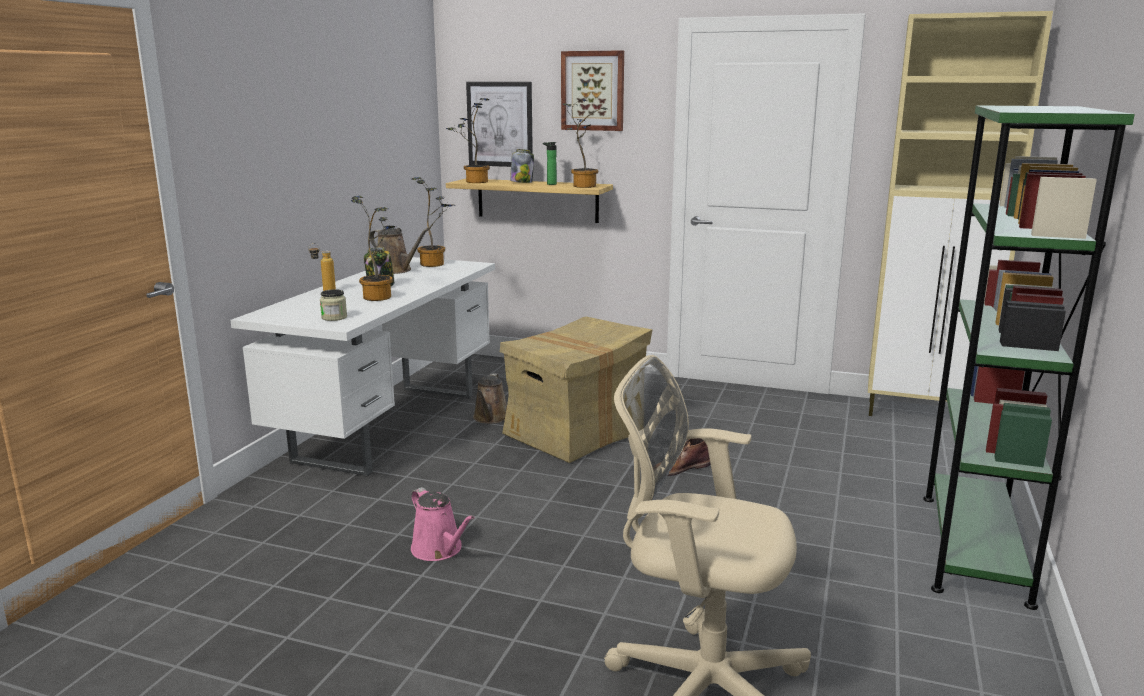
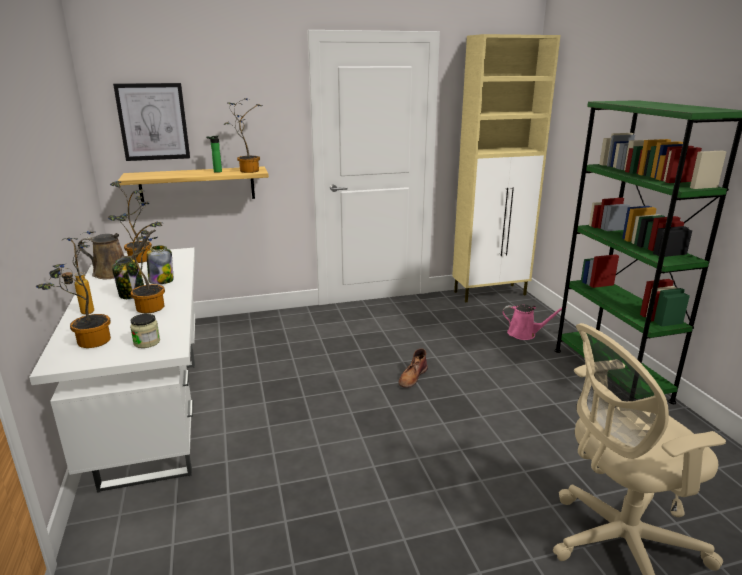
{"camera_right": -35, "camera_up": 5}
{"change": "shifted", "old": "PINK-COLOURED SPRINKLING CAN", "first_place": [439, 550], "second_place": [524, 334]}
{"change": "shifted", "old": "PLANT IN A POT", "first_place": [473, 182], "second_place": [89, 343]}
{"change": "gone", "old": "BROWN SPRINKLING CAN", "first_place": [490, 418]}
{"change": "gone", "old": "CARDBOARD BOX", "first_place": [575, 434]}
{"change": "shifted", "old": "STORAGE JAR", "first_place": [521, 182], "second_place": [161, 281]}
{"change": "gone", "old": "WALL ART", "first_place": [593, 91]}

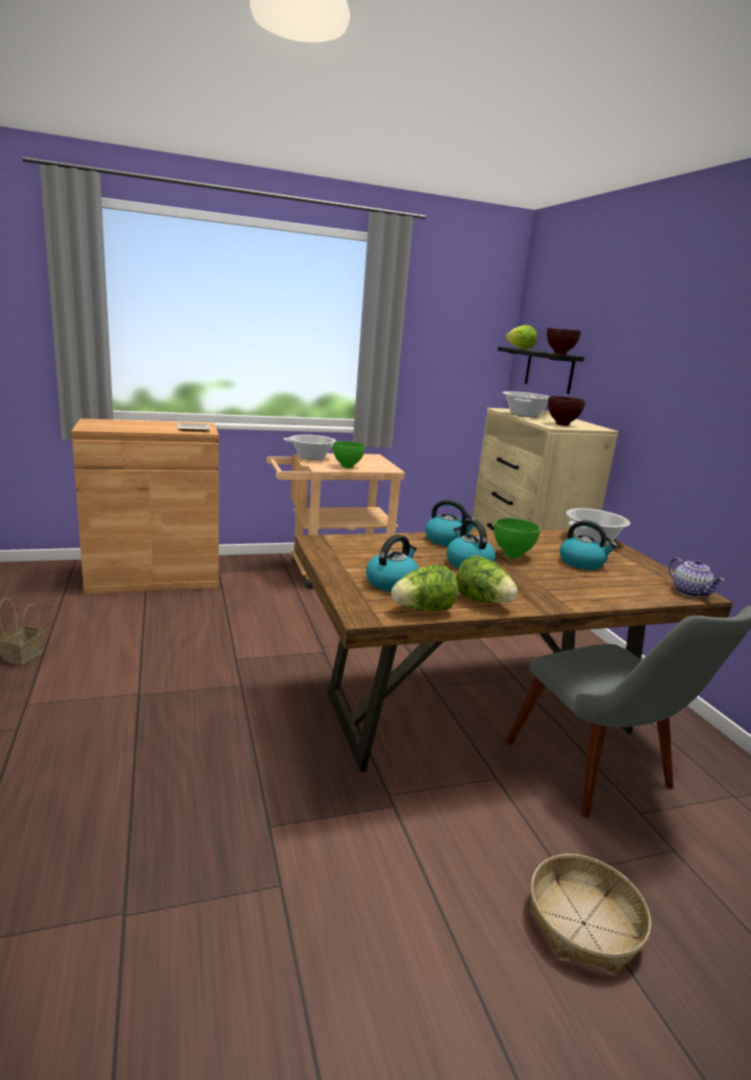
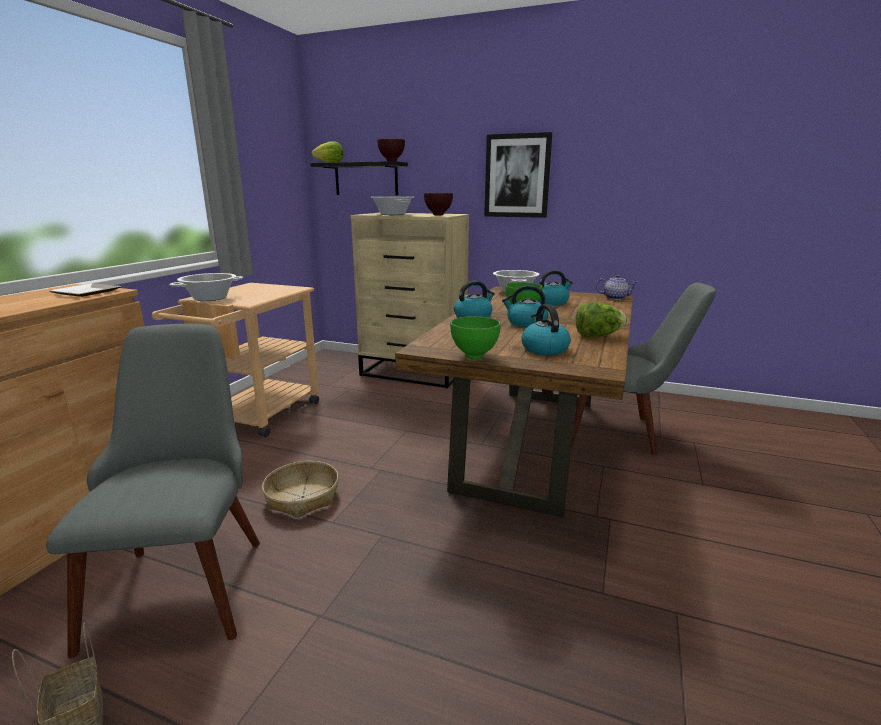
{"camera_right": -50, "camera_up": 0}
{"change": "shifted", "old": "GREENISH DEEP DISH", "first_place": [346, 467], "second_place": [473, 357]}
{"change": "gone", "old": "LETTUCE HEAD", "first_place": [423, 610]}
{"change": "shifted", "old": "BASKET", "first_place": [583, 924], "second_place": [302, 497]}
{"change": "new", "new": "GRAY CHAIR", "second_place": [186, 574]}
{"change": "new", "new": "WALL ART", "second_place": [517, 176]}

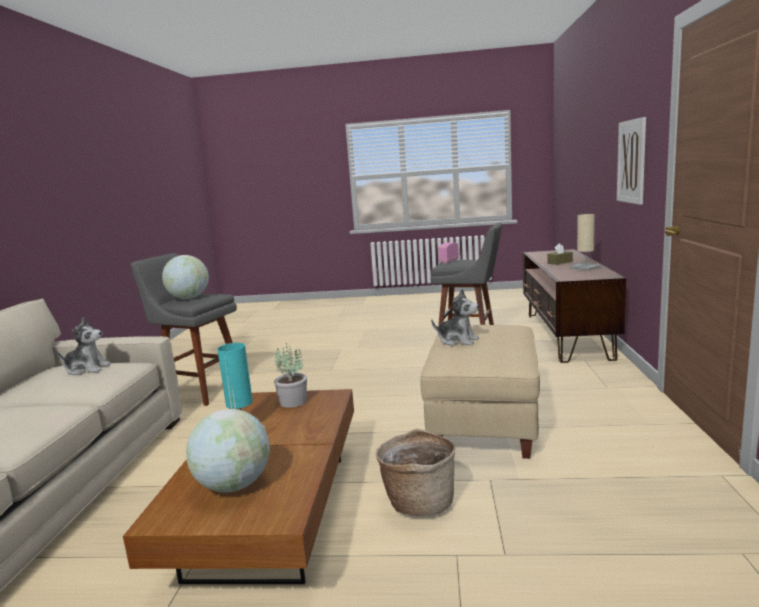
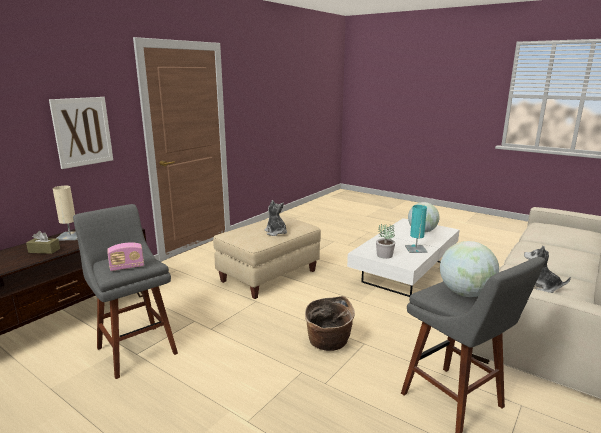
{"camera_right": -150, "camera_up": 5}
{"change": "repainted", "old": "BROWN COFFEE TABLE", "new": "WHITISH COFFEE TABLE", "first_place": [272, 512], "second_place": [405, 272]}
{"change": "shifted", "old": "BASKET", "first_place": [418, 501], "second_place": [328, 343]}

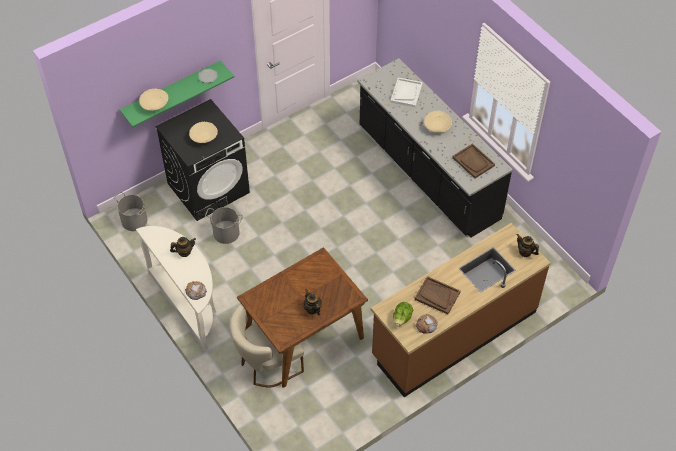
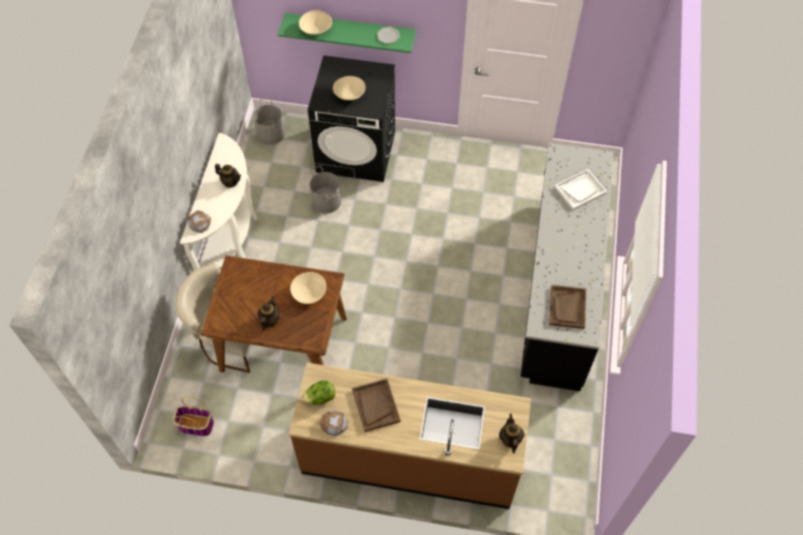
{"camera_right": 45, "camera_up": 5}
{"change": "shifted", "old": "SAND-COLOURED DEEP DISH", "first_place": [437, 126], "second_place": [309, 293]}
{"change": "new", "new": "BASKET", "second_place": [195, 425]}

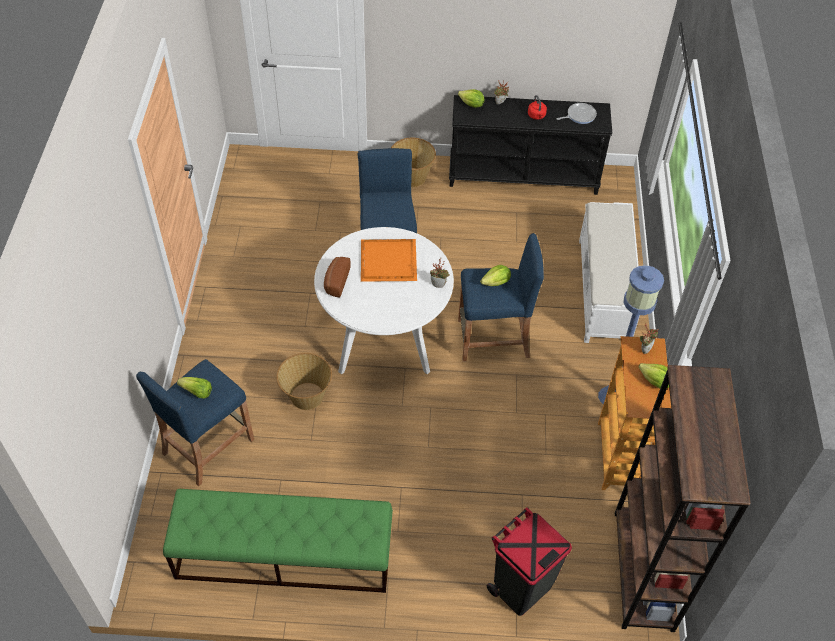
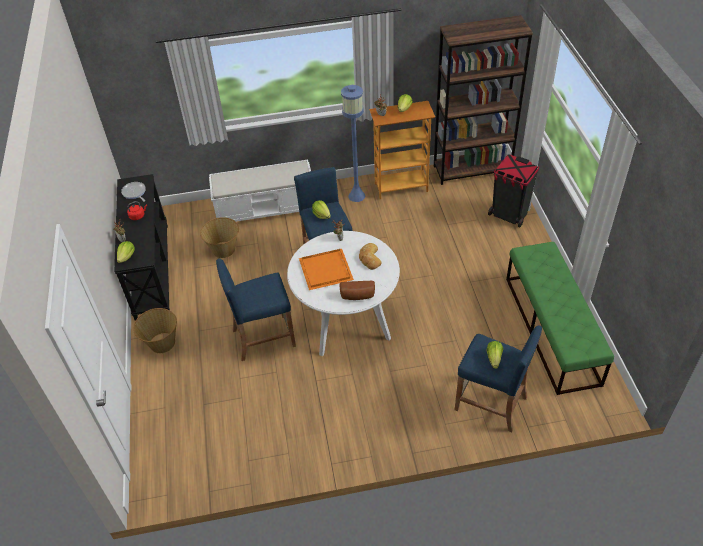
{"camera_right": -100, "camera_up": -5}
{"change": "shifted", "old": "BASKET", "first_place": [306, 396], "second_place": [224, 250]}
{"change": "new", "new": "BAKERY BREAD", "second_place": [369, 258]}

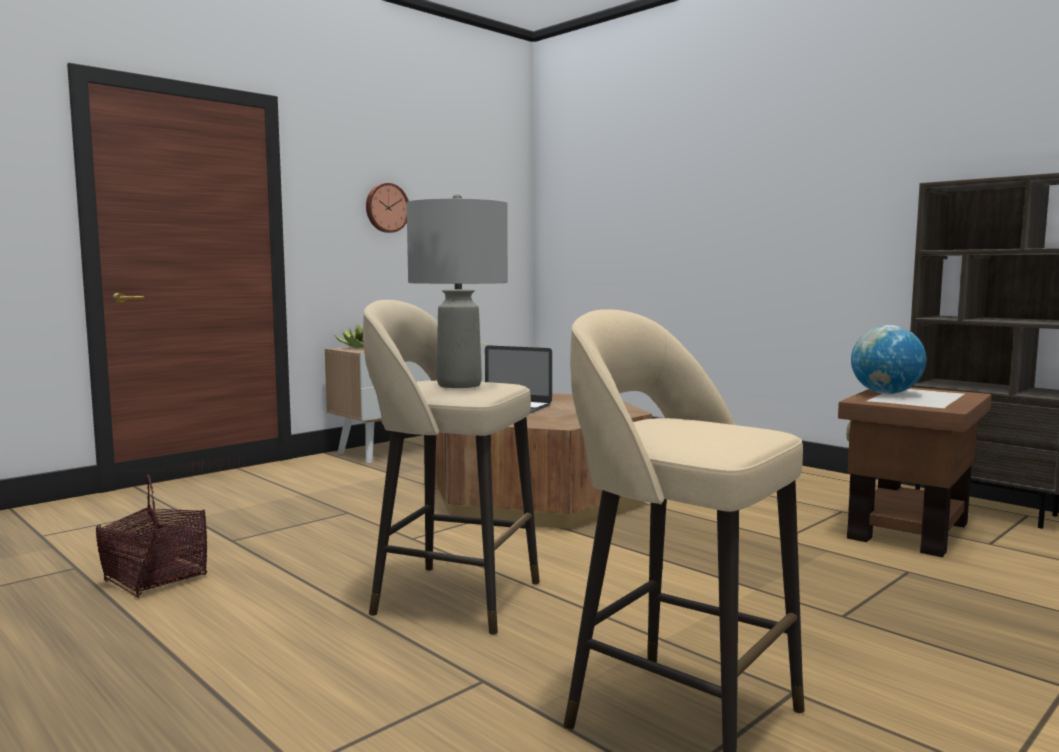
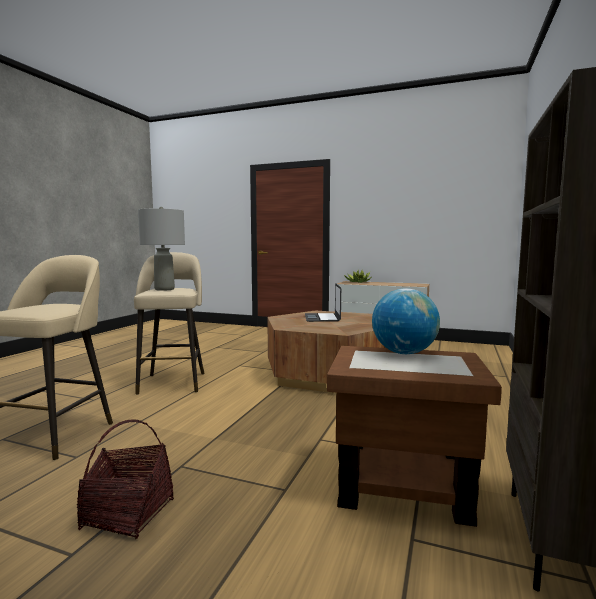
{"camera_right": 65, "camera_up": 0}
{"change": "shifted", "old": "BASKET", "first_place": [156, 579], "second_place": [129, 514]}
{"change": "gone", "old": "CLOCK ON THE WALL", "first_place": [386, 208]}

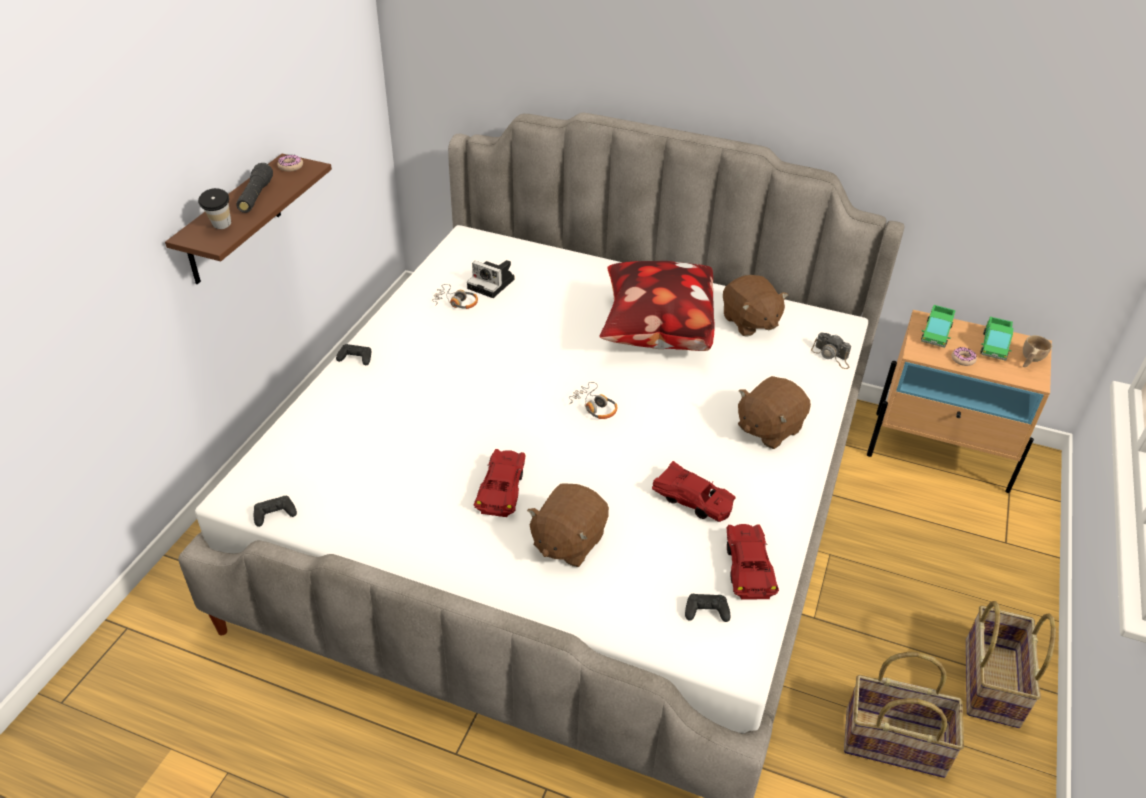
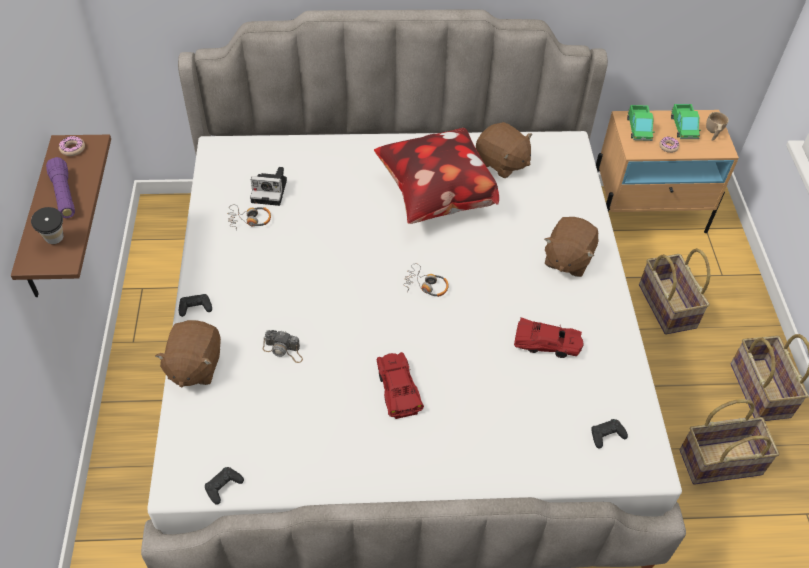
{"camera_right": -25, "camera_up": 10}
{"change": "repainted", "old": "BLACKISH FLASHLIGHT", "new": "PURPLISH FLASHLIGHT", "first_place": [256, 197], "second_place": [64, 195]}
{"change": "shifted", "old": "BROWN SOFT TOY", "first_place": [568, 541], "second_place": [194, 366]}
{"change": "gone", "old": "REDDISH TOY CAR", "first_place": [748, 567]}
{"change": "shifted", "old": "STILL CAMERA", "first_place": [831, 356], "second_place": [284, 350]}
{"change": "new", "new": "BASKET", "second_place": [665, 306]}

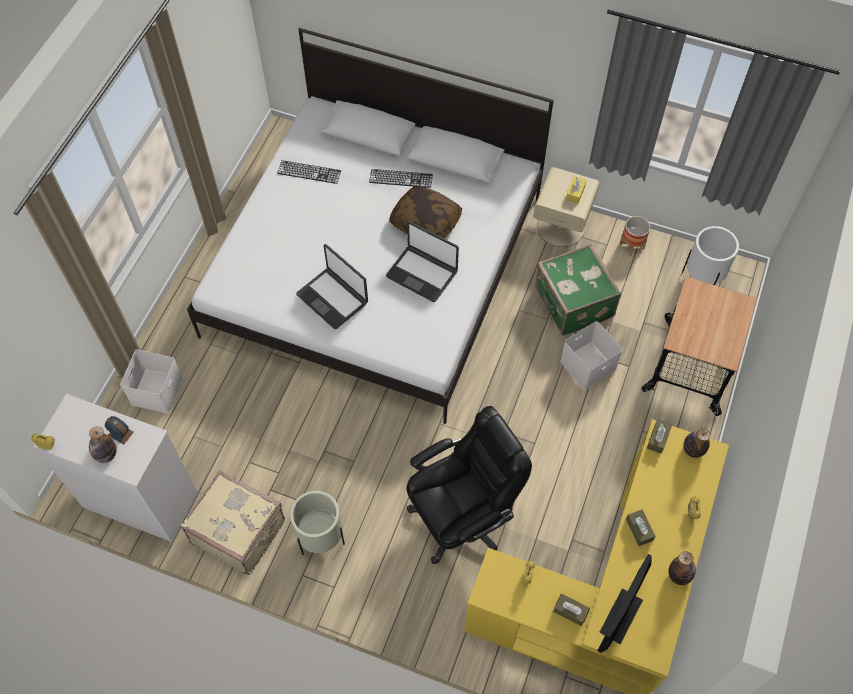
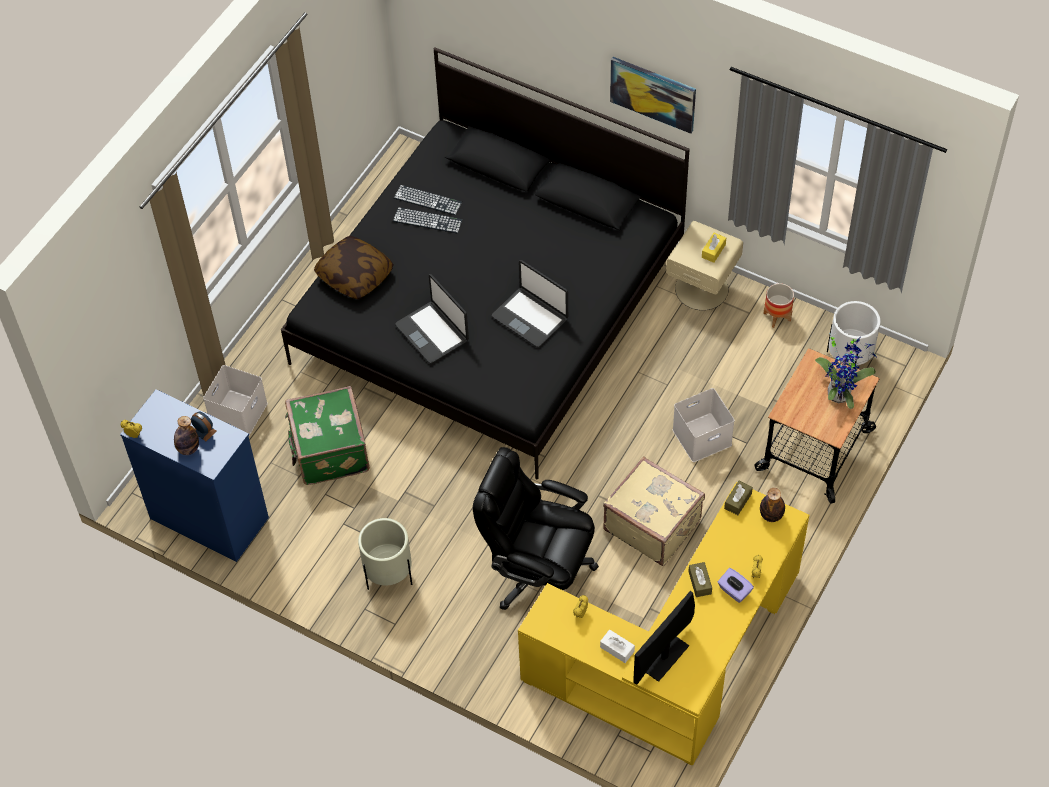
{"camera_right": 10, "camera_up": -5}
{"change": "repainted", "old": "WHITISH DRAWER CHEST", "new": "BLUISH DRAWER CHEST", "first_place": [139, 499], "second_place": [208, 517]}
{"change": "shifted", "old": "SAND-COLOURED PIECE OF LUGGAGE", "first_place": [239, 530], "second_place": [652, 524]}
{"change": "repainted", "old": "WHITISH BEDROOM BED", "new": "BLACKISH BEDROOM BED", "first_place": [375, 266], "second_place": [489, 309]}
{"change": "shifted", "old": "KEYBOARD", "first_place": [401, 178], "second_place": [427, 220]}
{"change": "shifted", "old": "PILLOW", "first_place": [426, 222], "second_place": [355, 275]}
{"change": "rotated", "old": "BLACKISH DESK CHAIR", "first_place": [462, 517], "second_place": [538, 573], "degrees": -135}
{"change": "shifted", "old": "GREENISH PIECE OF LUGGAGE", "first_place": [572, 303], "second_place": [328, 451]}
{"change": "repainted", "old": "BROWN TISSUE BOX", "new": "WHITISH TISSUE BOX", "first_place": [570, 611], "second_place": [617, 649]}
{"change": "gone", "old": "BEVERAGE BOTTLE", "first_place": [679, 575]}
{"change": "new", "new": "WALL ART", "second_place": [653, 93]}
{"change": "new", "new": "PURPLISH TISSUE BOX", "second_place": [734, 591]}
{"change": "new", "new": "PLANT IN A POT", "second_place": [840, 393]}

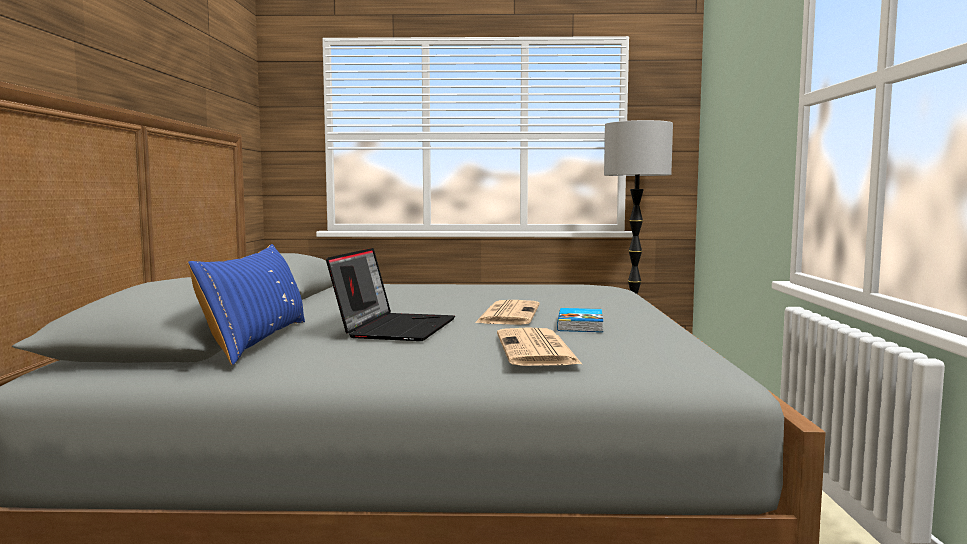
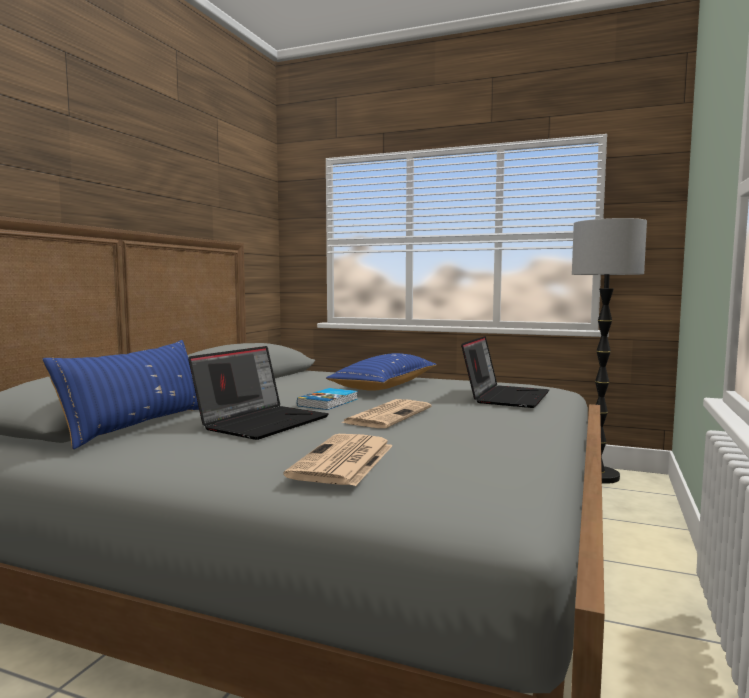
{"camera_right": 20, "camera_up": 0}
{"change": "shifted", "old": "VOLUME", "first_place": [581, 324], "second_place": [329, 402]}
{"change": "new", "new": "BLUISH PILLOW", "second_place": [385, 385]}
{"change": "new", "new": "PORTABLE COMPUTER", "second_place": [505, 397]}

